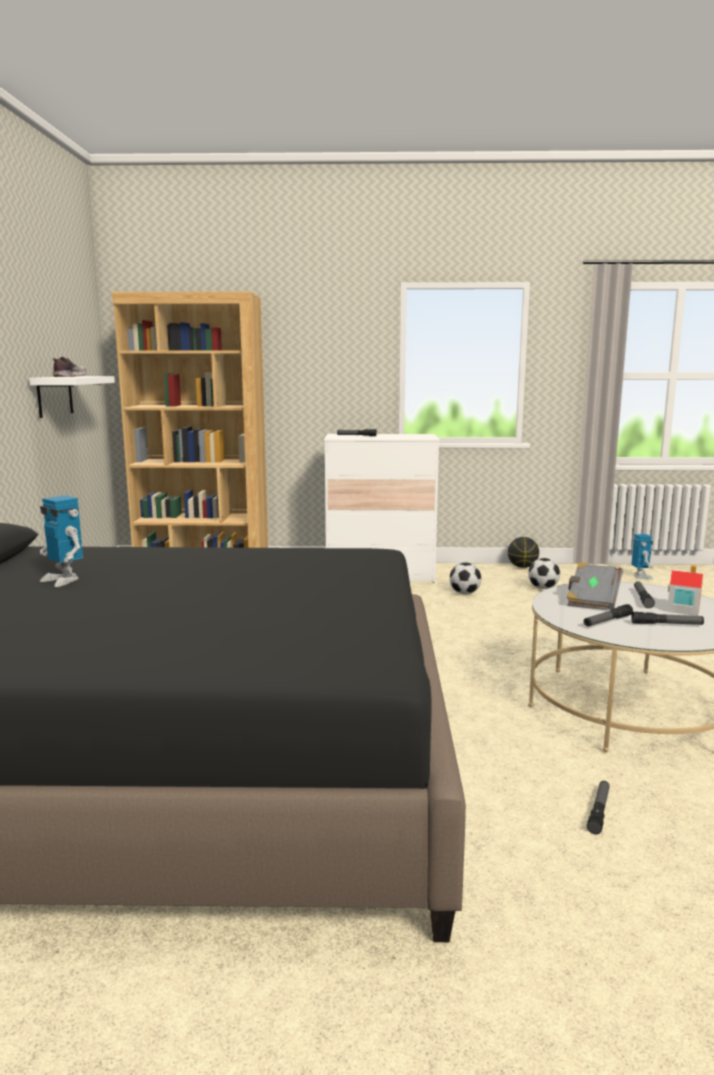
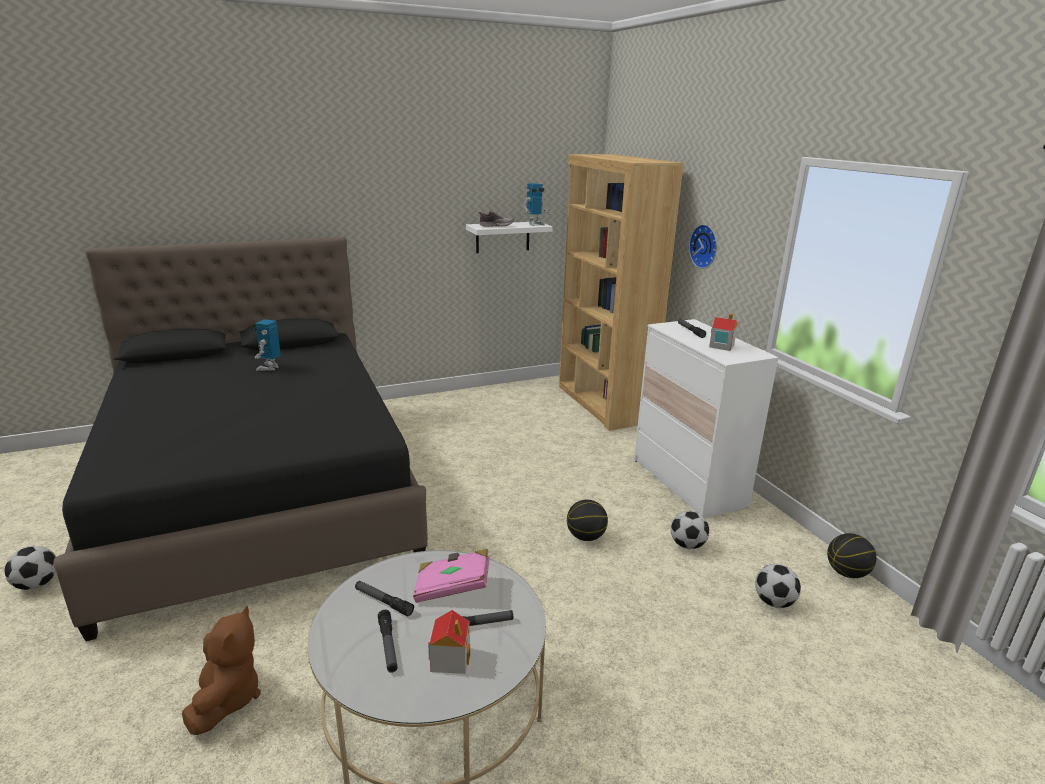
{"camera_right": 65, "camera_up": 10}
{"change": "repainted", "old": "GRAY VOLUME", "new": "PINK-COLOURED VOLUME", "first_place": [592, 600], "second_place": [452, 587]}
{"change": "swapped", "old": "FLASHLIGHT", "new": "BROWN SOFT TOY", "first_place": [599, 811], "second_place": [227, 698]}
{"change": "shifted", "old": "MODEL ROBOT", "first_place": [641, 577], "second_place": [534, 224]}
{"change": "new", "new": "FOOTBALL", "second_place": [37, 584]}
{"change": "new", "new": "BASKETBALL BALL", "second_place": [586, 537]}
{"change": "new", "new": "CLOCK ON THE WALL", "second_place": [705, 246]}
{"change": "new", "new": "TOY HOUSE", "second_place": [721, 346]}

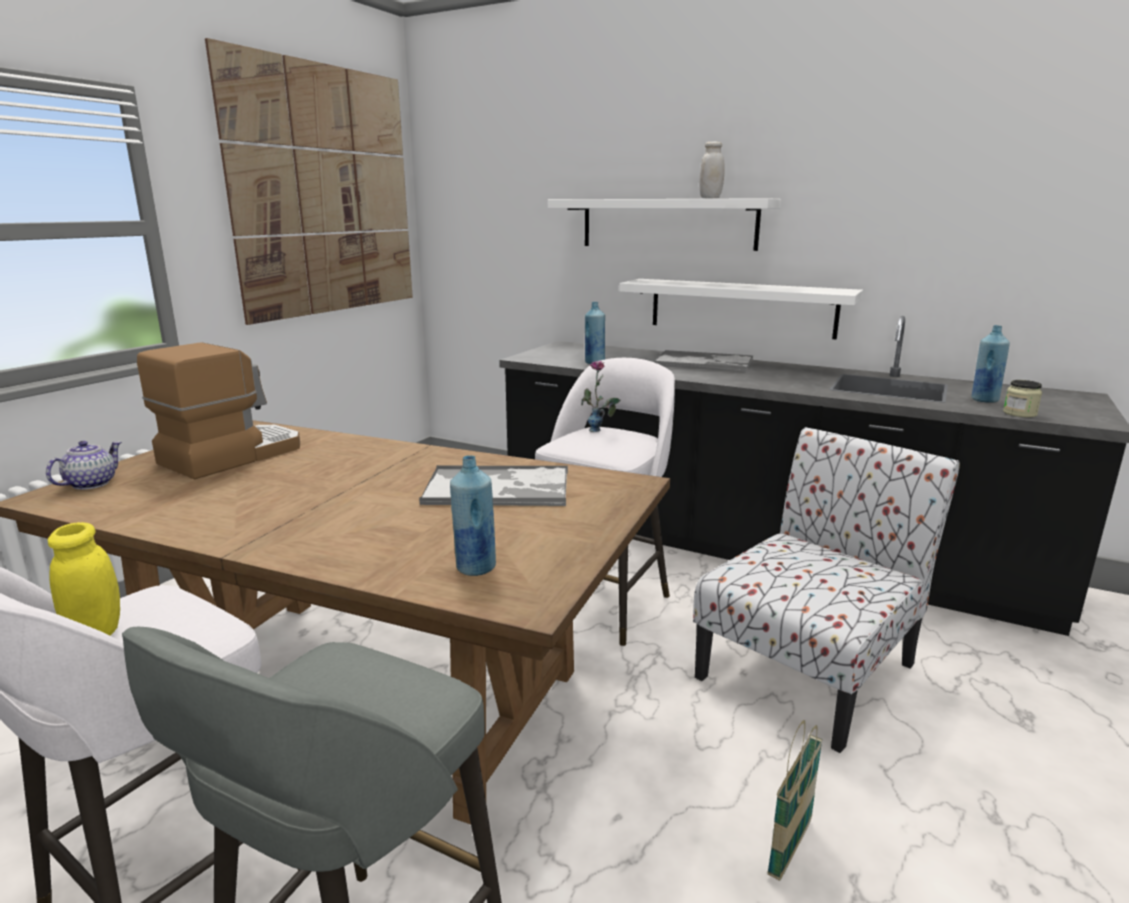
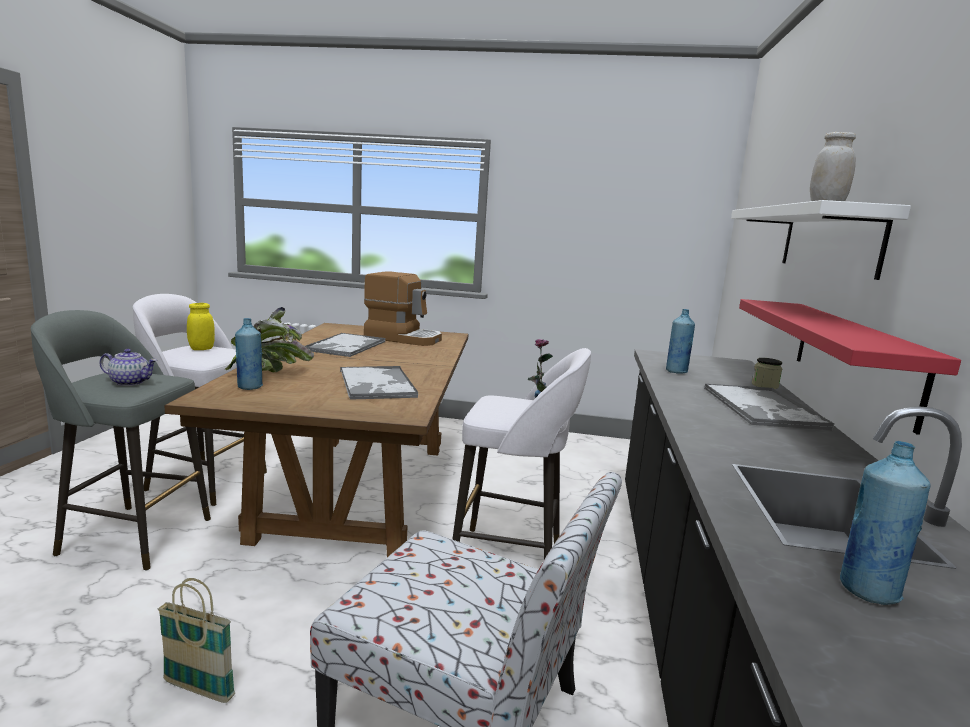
{"camera_right": 70, "camera_up": -5}
{"change": "shifted", "old": "POT FOR TEA", "first_place": [91, 484], "second_place": [131, 382]}
{"change": "gone", "old": "WALL ART", "first_place": [325, 192]}
{"change": "repainted", "old": "WHITISH WALL SHELF", "new": "REDDISH WALL SHELF", "first_place": [741, 307], "second_place": [853, 357]}
{"change": "shifted", "old": "STORAGE JAR", "first_place": [1019, 413], "second_place": [764, 385]}
{"change": "new", "new": "PLANT IN A POT", "second_place": [269, 374]}
{"change": "new", "new": "TRAY", "second_place": [345, 346]}

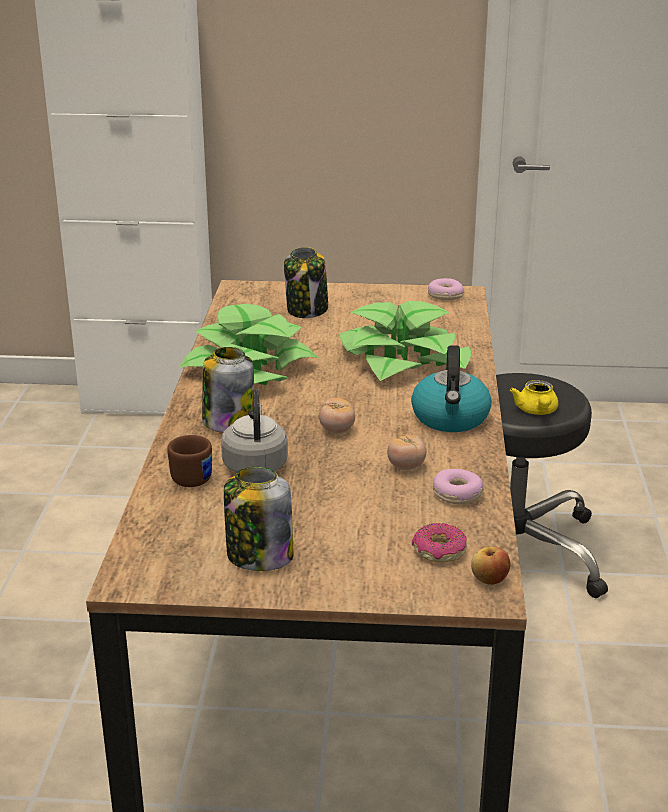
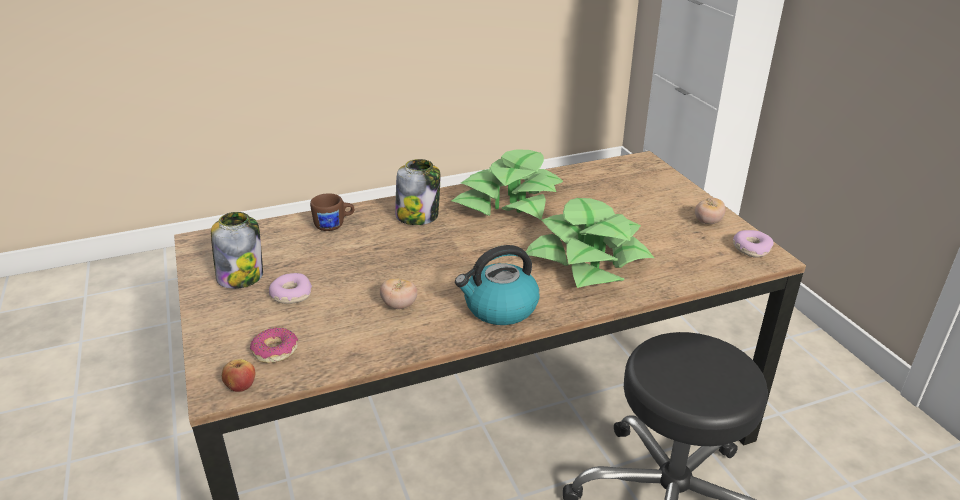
{"camera_right": 65, "camera_up": 5}
{"change": "gone", "old": "GRAY WATER KETTLE", "first_place": [255, 464]}
{"change": "gone", "old": "STORAGE JAR", "first_place": [307, 310]}
{"change": "shifted", "old": "WHOLE TOMATO", "first_place": [337, 430], "second_place": [707, 222]}
{"change": "shifted", "old": "RING DOUGHNUT", "first_place": [457, 494], "second_place": [291, 295]}
{"change": "gone", "old": "YELLOW-COLOURED POT FOR TEA", "first_place": [536, 411]}

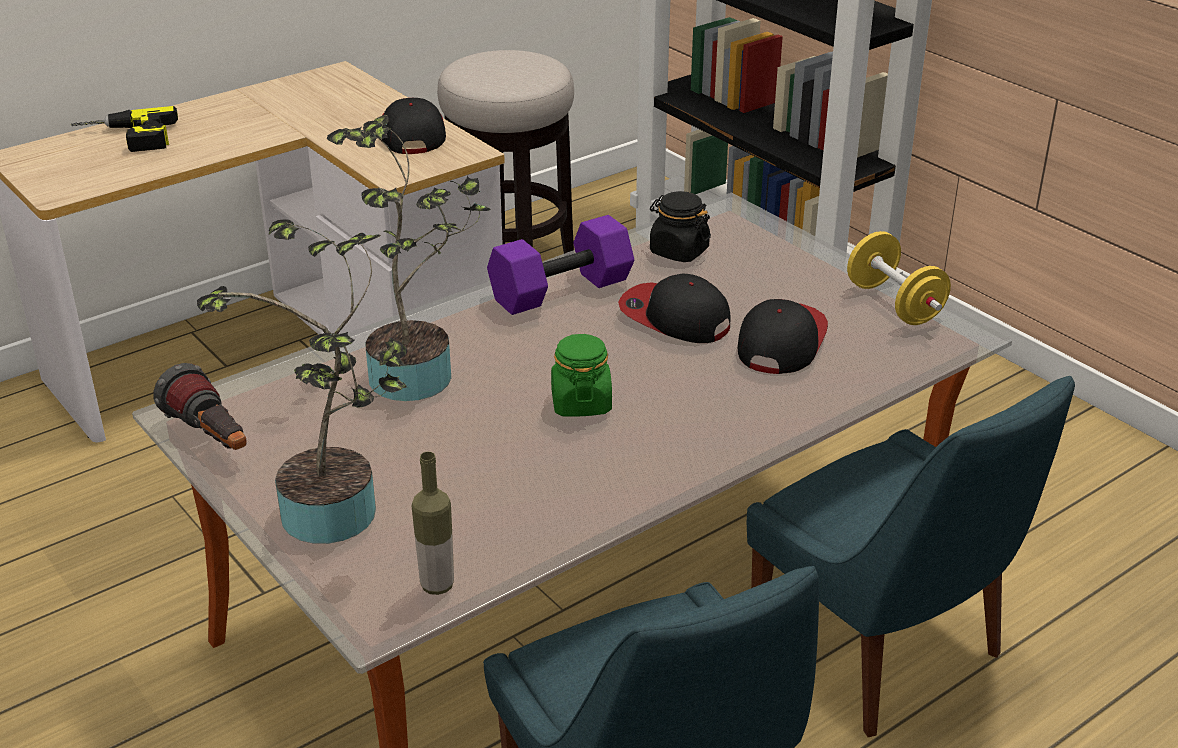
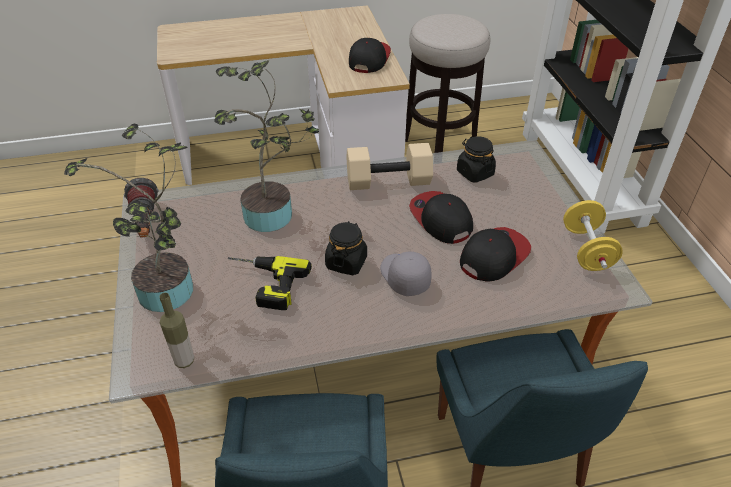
{"camera_right": 25, "camera_up": 10}
{"change": "shifted", "old": "POWER DRILL", "first_place": [126, 139], "second_place": [263, 284]}
{"change": "repainted", "old": "PURPLISH DUMBBELL", "new": "SAND-COLOURED DUMBBELL", "first_place": [561, 289], "second_place": [389, 180]}
{"change": "repainted", "old": "GREENISH STORAGE JAR", "new": "BLACKISH STORAGE JAR", "first_place": [581, 403], "second_place": [346, 262]}
{"change": "new", "new": "GRAY CAP", "second_place": [403, 277]}

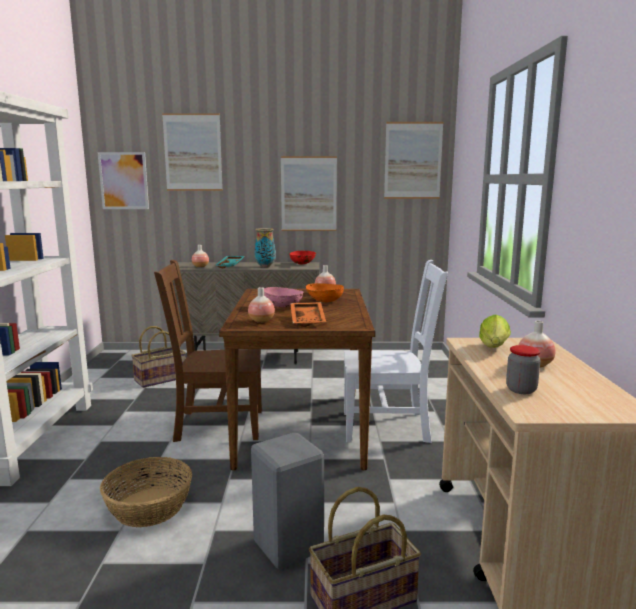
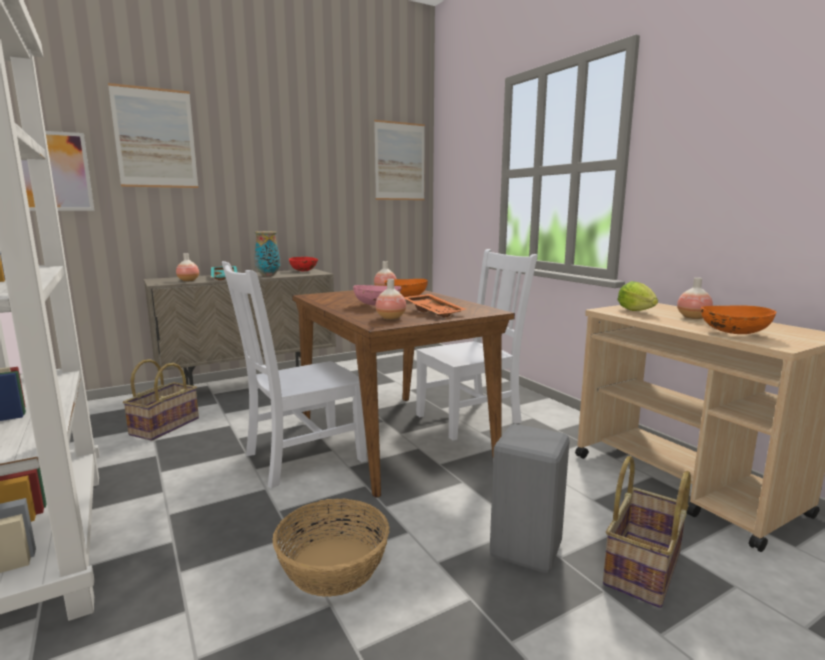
{"camera_right": -30, "camera_up": 0}
{"change": "repainted", "old": "BROWN CHAIR", "new": "WHITISH CHAIR", "first_place": [216, 425], "second_place": [300, 458]}
{"change": "gone", "old": "WALL ART", "first_place": [308, 194]}
{"change": "swapped", "old": "STORAGE JAR", "new": "ORANGEY DEEP DISH", "first_place": [521, 390], "second_place": [733, 333]}

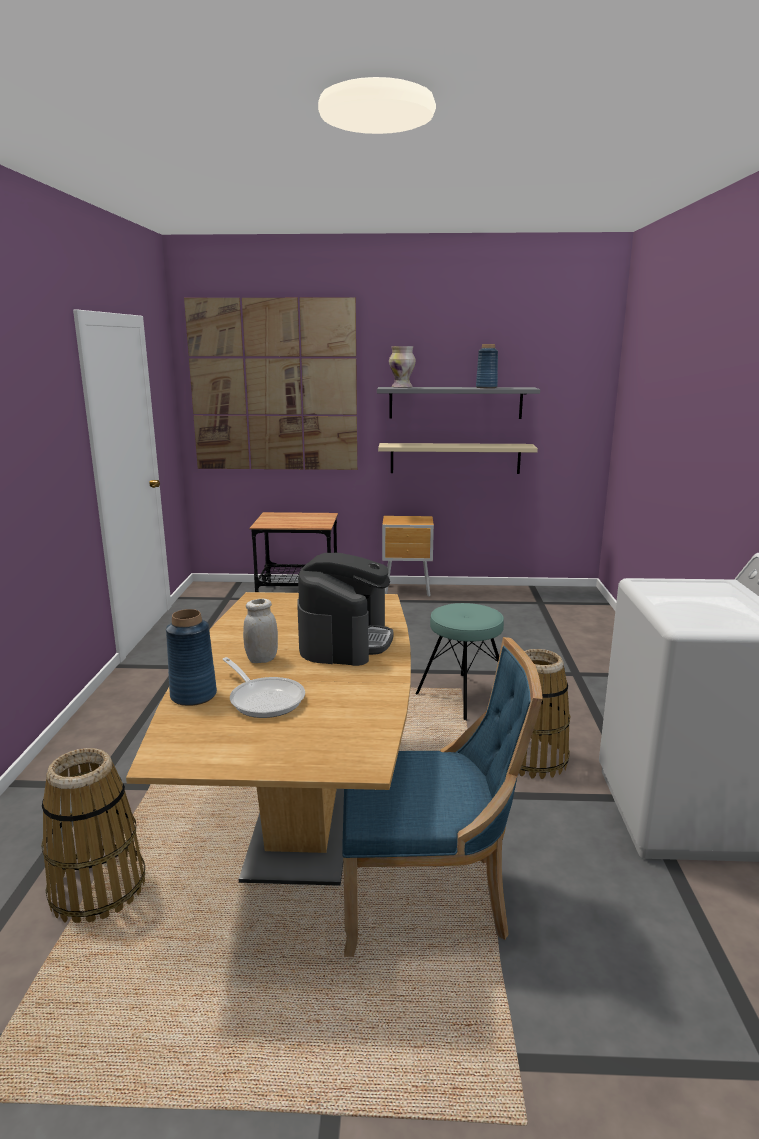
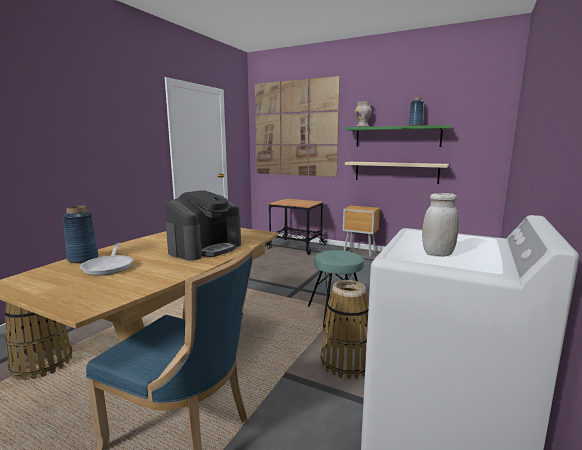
{"camera_right": 25, "camera_up": -5}
{"change": "shifted", "old": "WHITISH STORAGE JAR", "first_place": [262, 659], "second_place": [437, 254]}
{"change": "repainted", "old": "GRAY WALL SHELF", "new": "GREENISH WALL SHELF", "first_place": [455, 402], "second_place": [397, 136]}

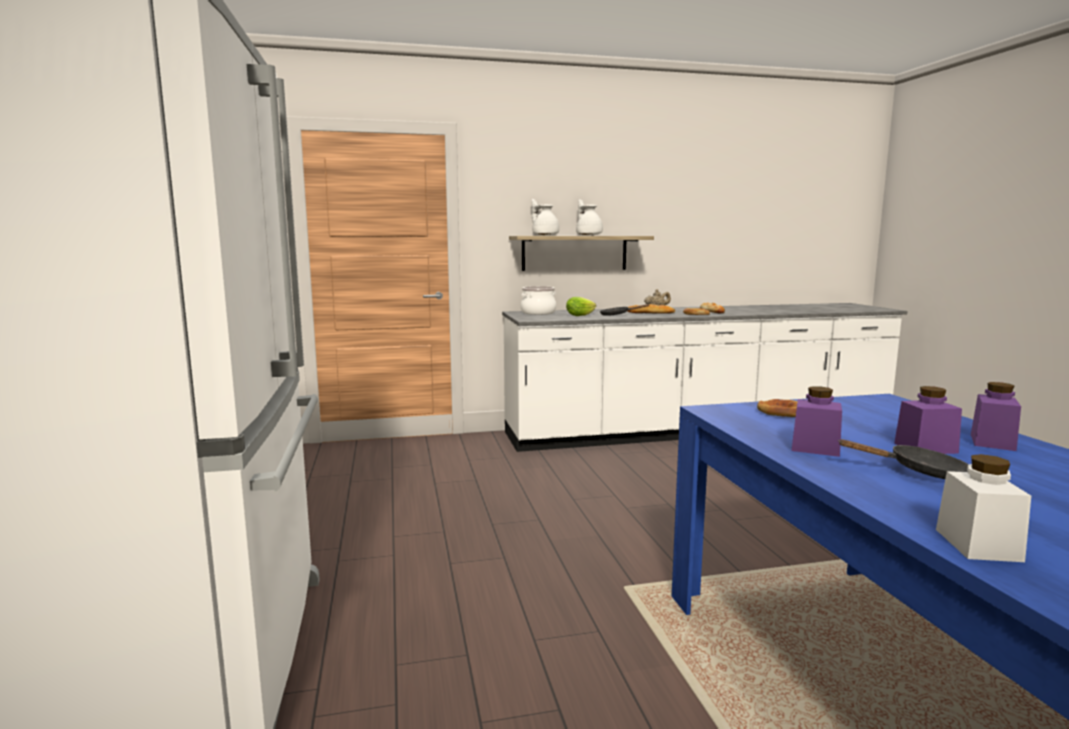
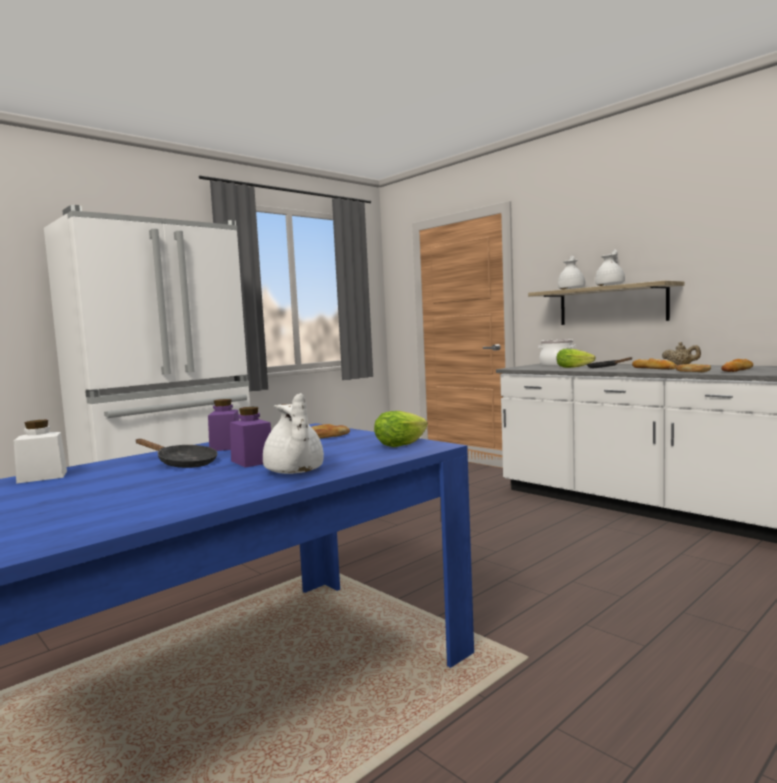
{"camera_right": 60, "camera_up": -5}
{"change": "rotated", "old": "BLACKISH PAN", "first_place": [920, 472], "second_place": [183, 464], "degrees": -45}
{"change": "swapped", "old": "PURPLISH STORAGE JAR", "new": "WHITISH POT FOR TEA", "first_place": [992, 442], "second_place": [294, 472]}
{"change": "new", "new": "LETTUCE HEAD", "second_place": [404, 443]}

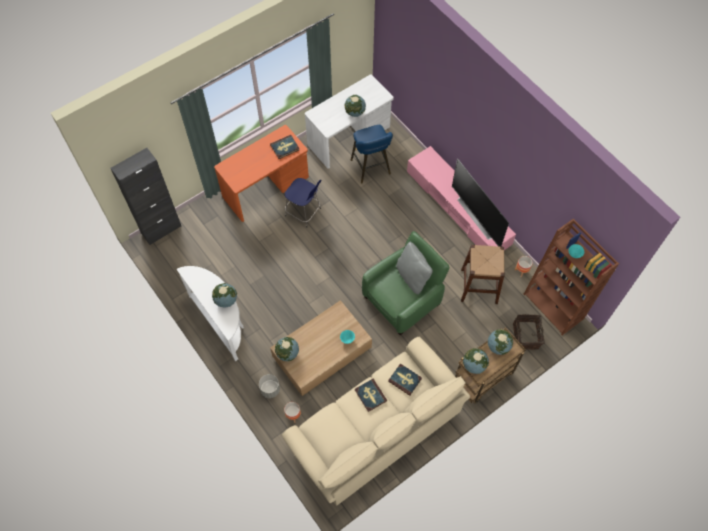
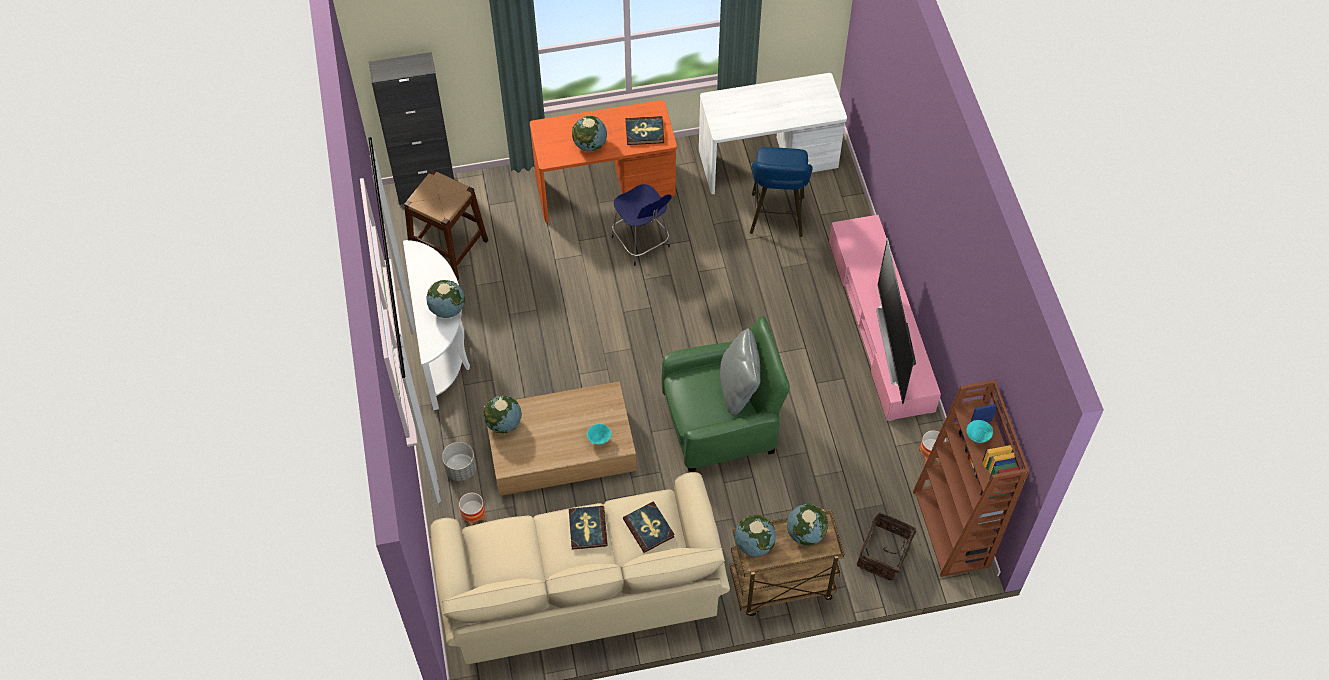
{"camera_right": 25, "camera_up": -5}
{"change": "shifted", "old": "WORLD GLOBE", "first_place": [355, 112], "second_place": [590, 145]}
{"change": "shifted", "old": "BROWN STOOL SEAT", "first_place": [479, 286], "second_place": [449, 249]}

